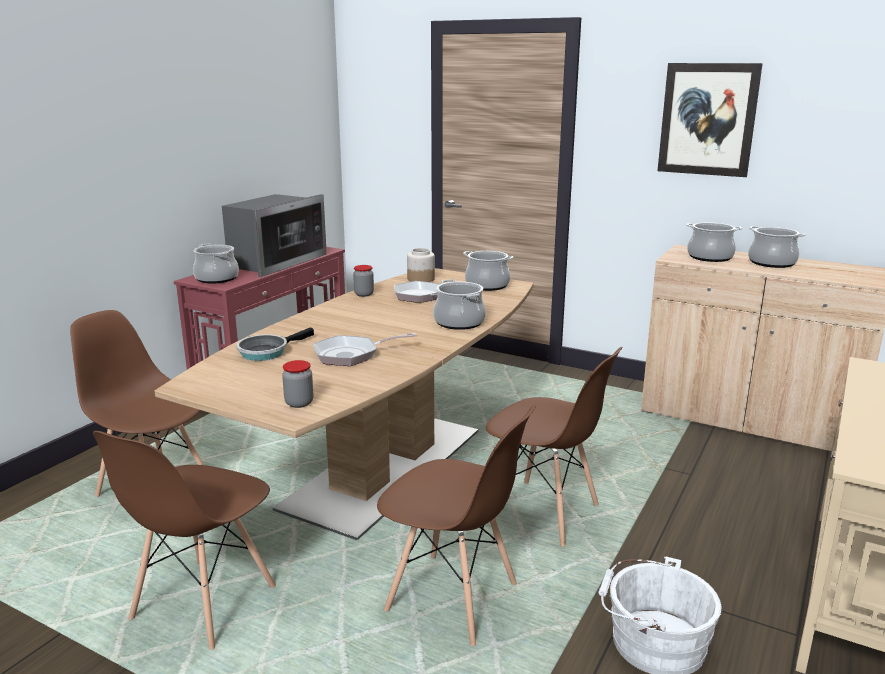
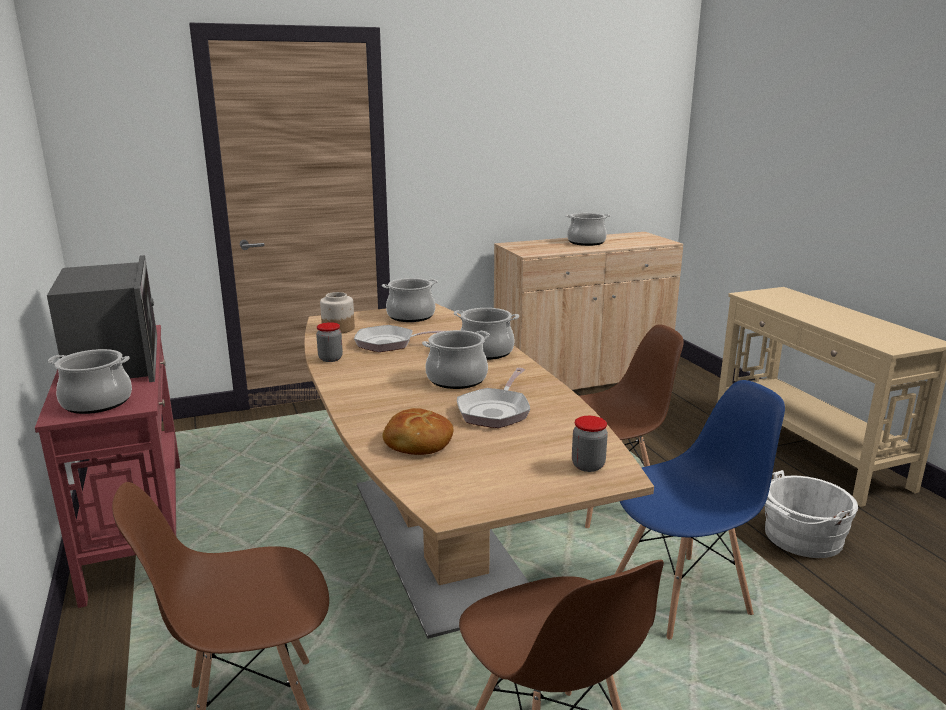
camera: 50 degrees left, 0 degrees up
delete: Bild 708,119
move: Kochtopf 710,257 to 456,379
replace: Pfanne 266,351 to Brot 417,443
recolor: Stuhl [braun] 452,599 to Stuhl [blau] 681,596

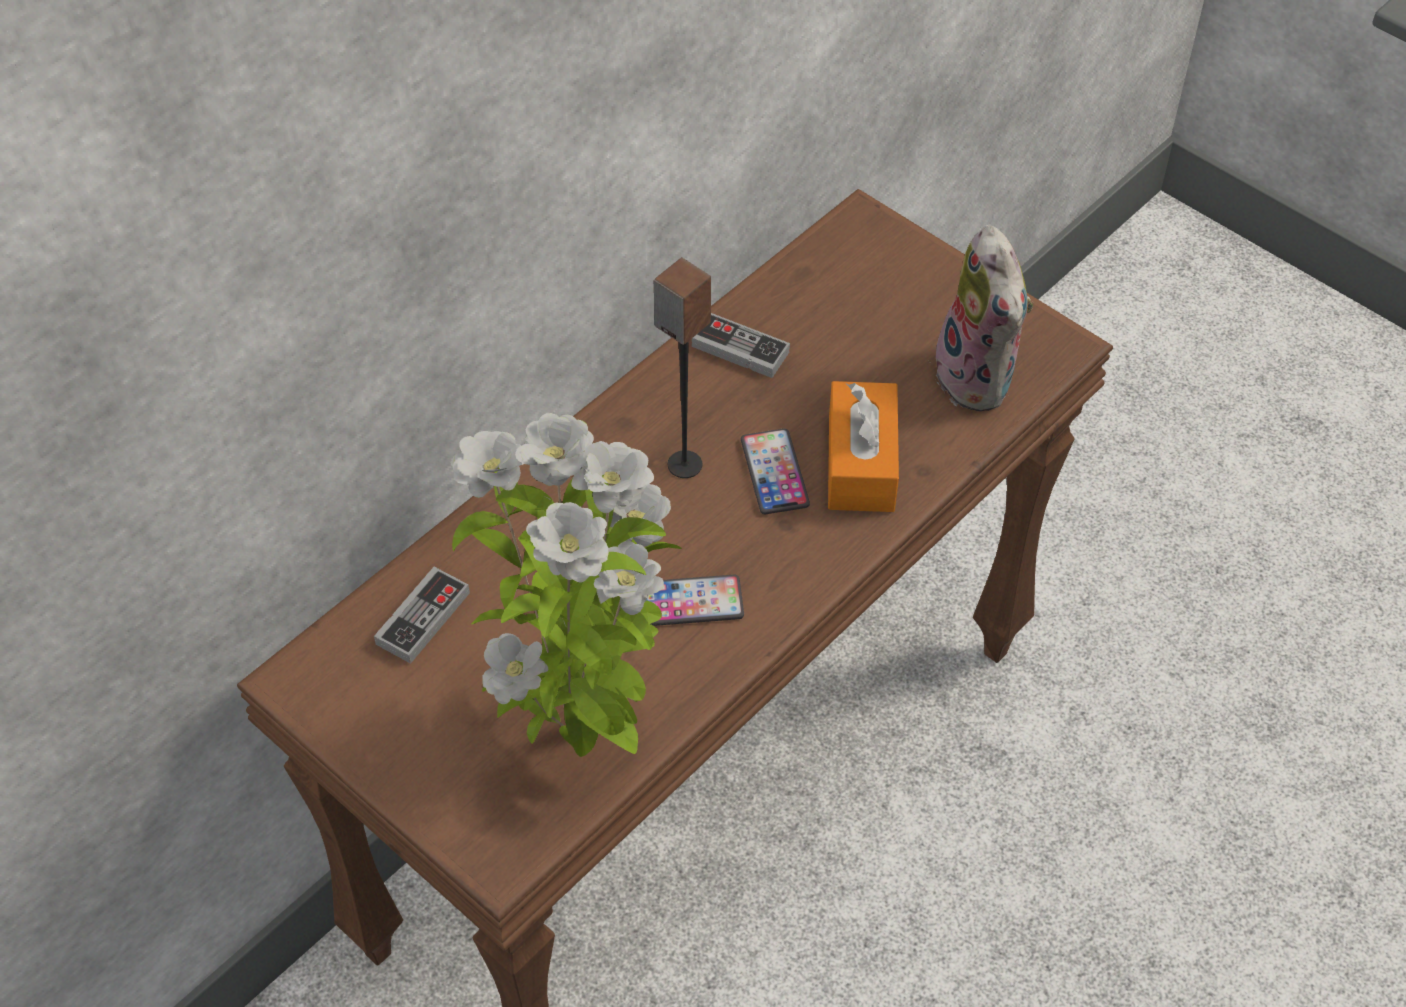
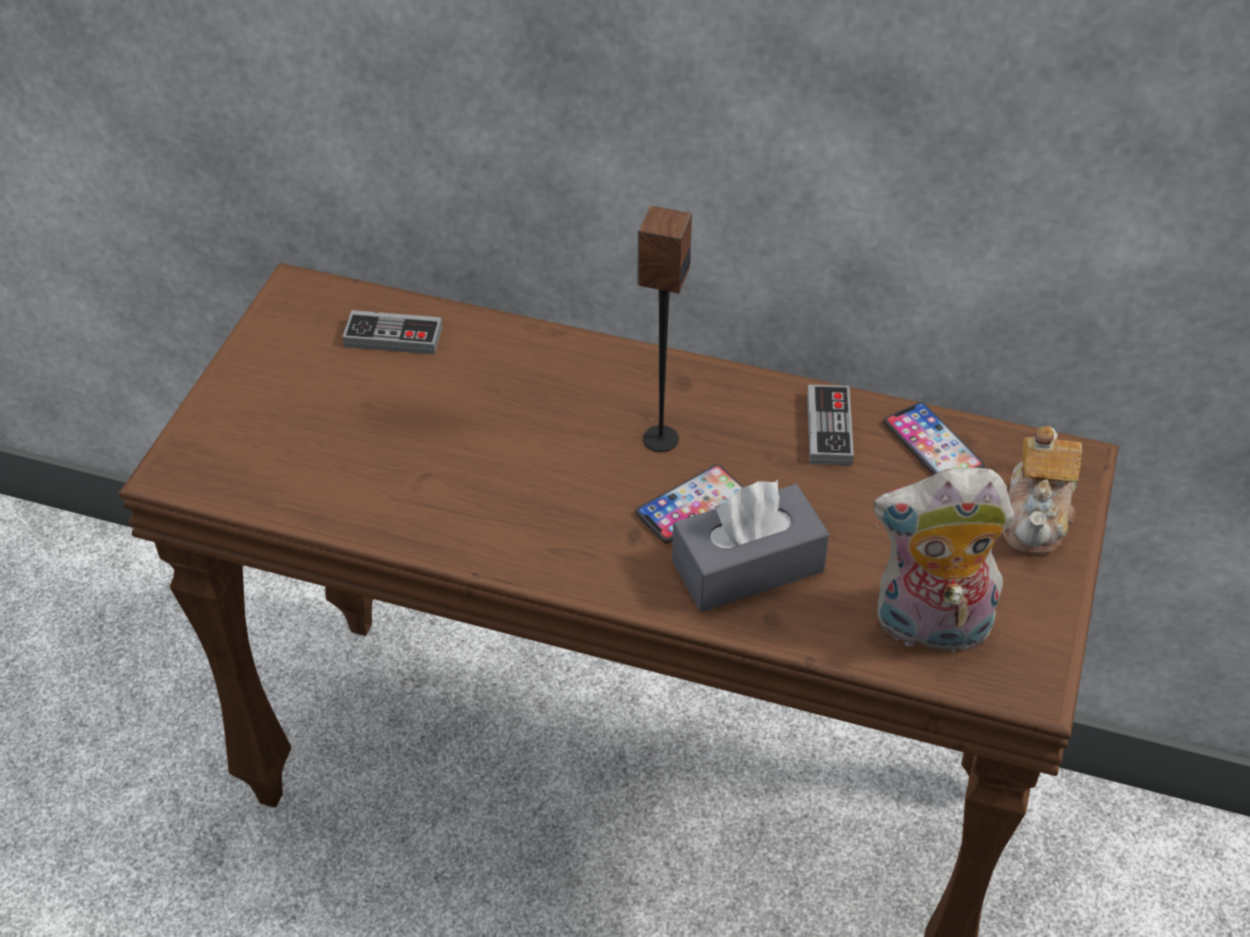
camera: 65 degrees right, 5 degrees down
delete: Topfpflanze 579,733
insert: Teekanne 1037,516
move: Handy 689,602 to 932,445
recolor: Taschentuchbox [orange] 861,463 to Taschentuchbox [grau] 747,566
rotate: Plüschtier 981,378 = 929,628 45 degrees clockwise

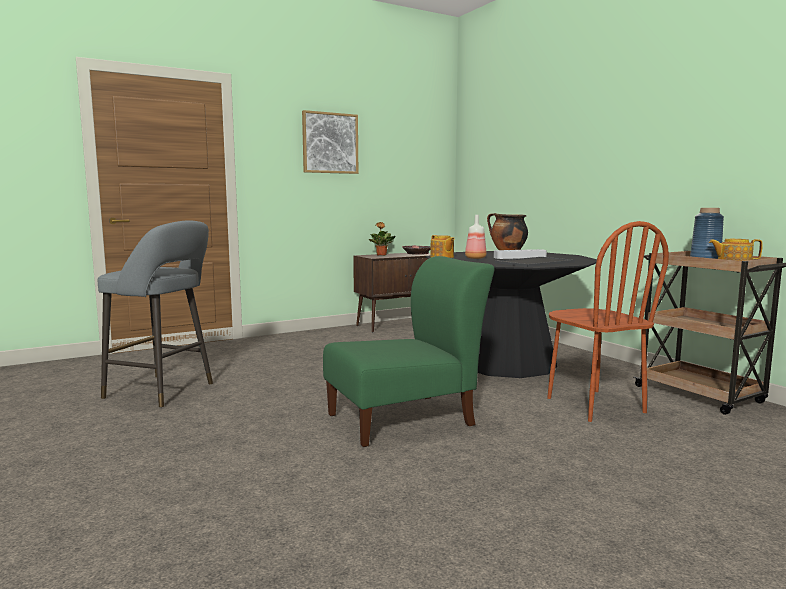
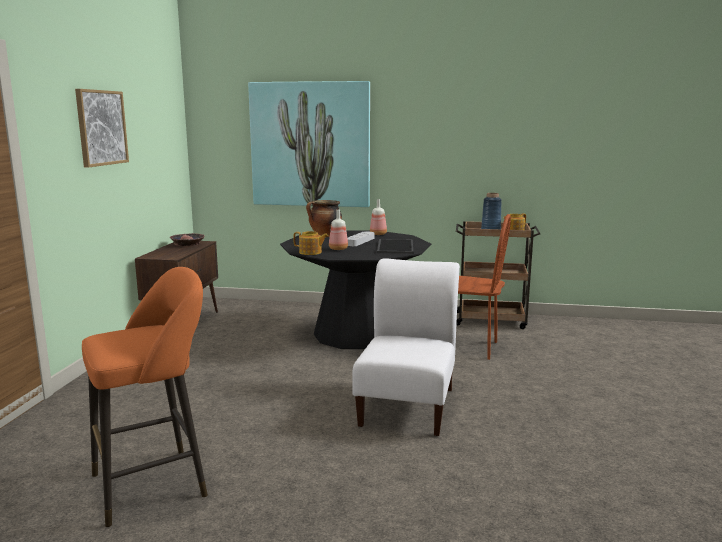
camera: 50 degrees left, 5 degrees up
delete: Topfpflanze 381,255
insert: Bild 310,144; Flasche 378,234
recolor: Hocker [grau] 164,391 to Hocker [orange] 156,483; Stuhl [grün] 406,419 to Stuhl [weiß] 408,404

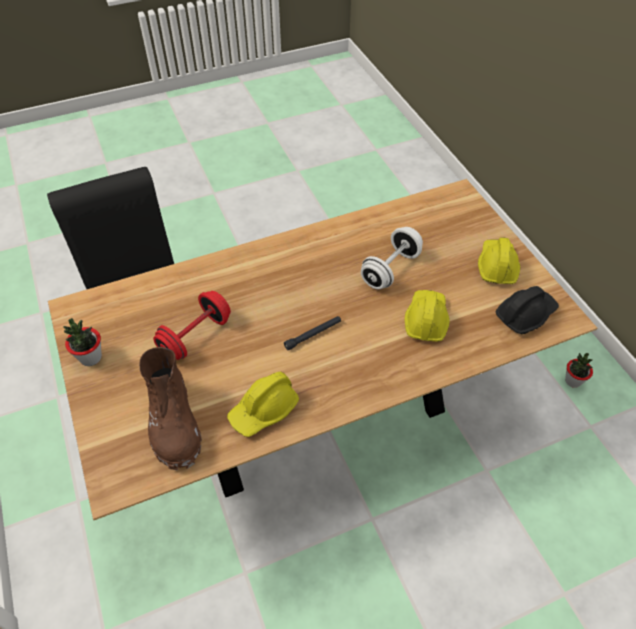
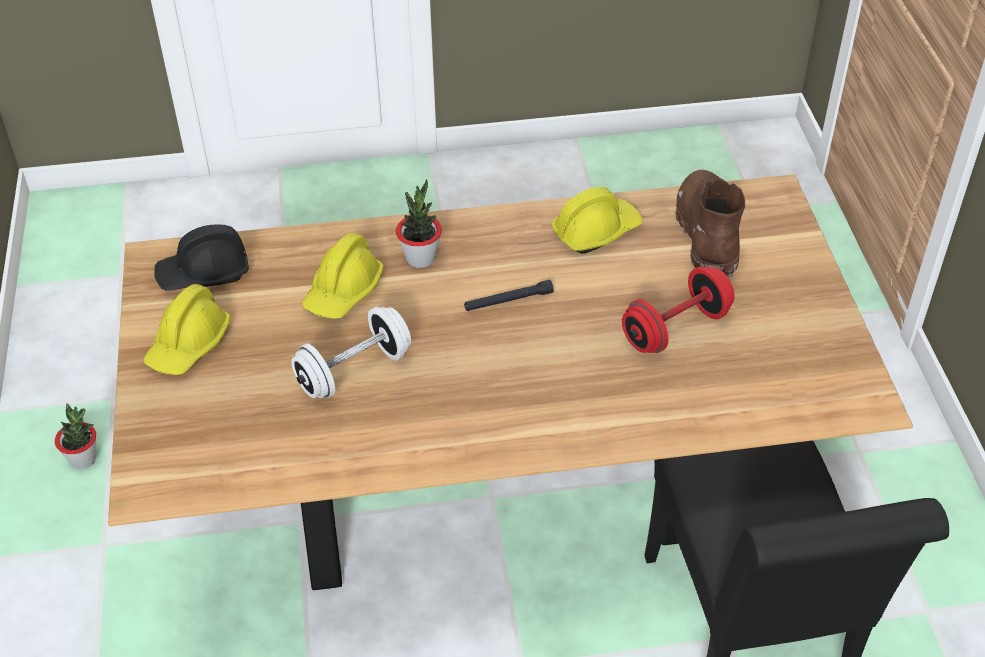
camera: 165 degrees left, 5 degrees down
move: Topfpflanze 91,358 to 420,258

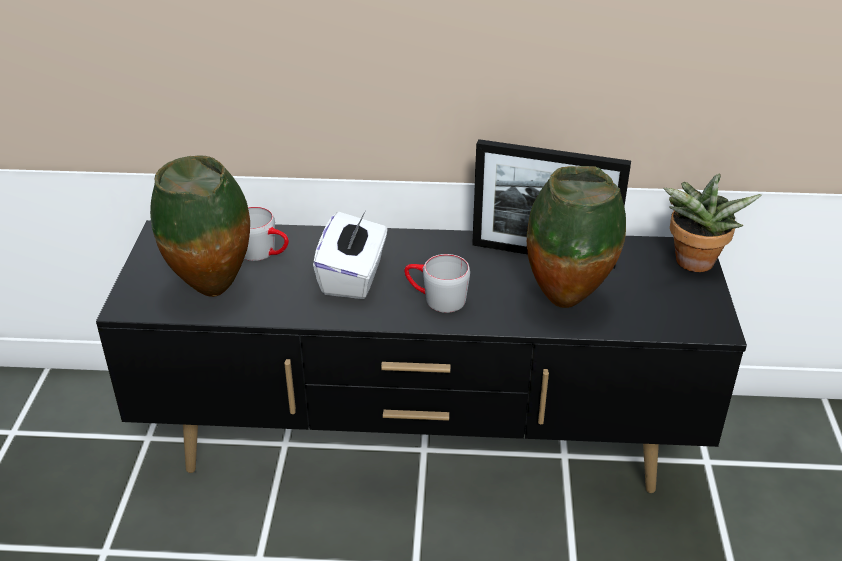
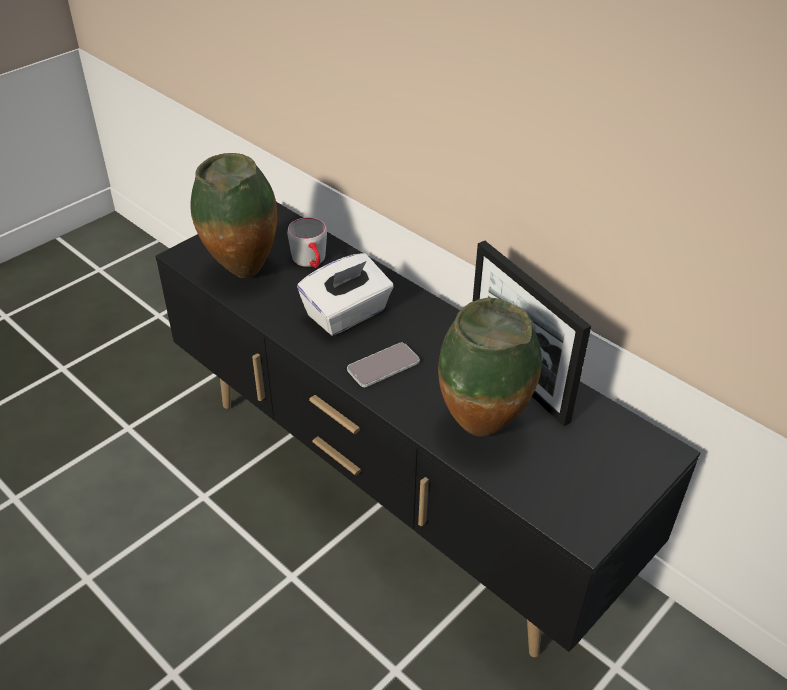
camera: 40 degrees right, 5 degrees up
delete: Topfpflanze 693,265
replace: Henkelbecher [grau] 436,299 to Handy 383,366

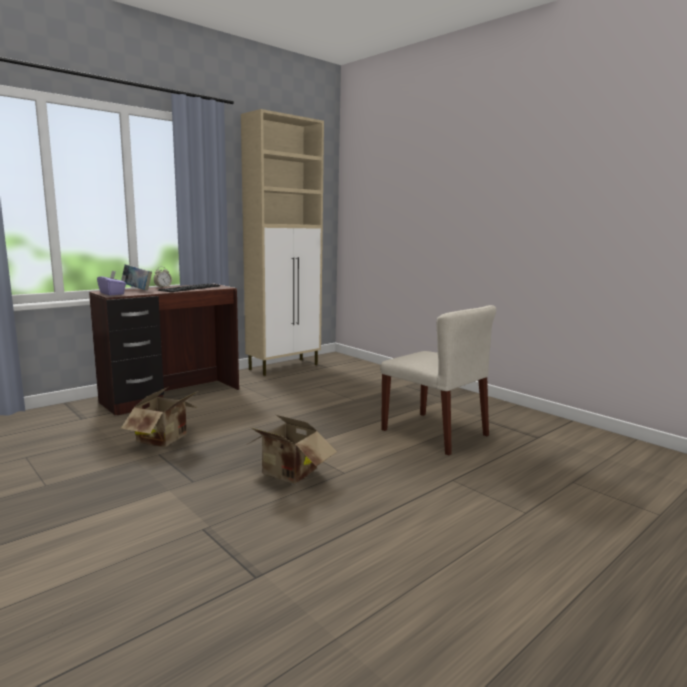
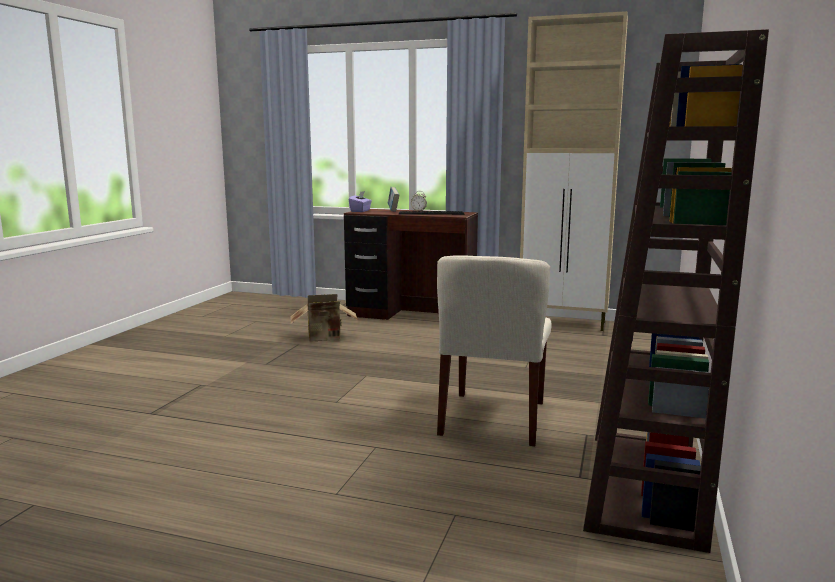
camera: 60 degrees right, 0 degrees up
delete: Karton 288,475
insert: Bücherregal [braun] 645,487

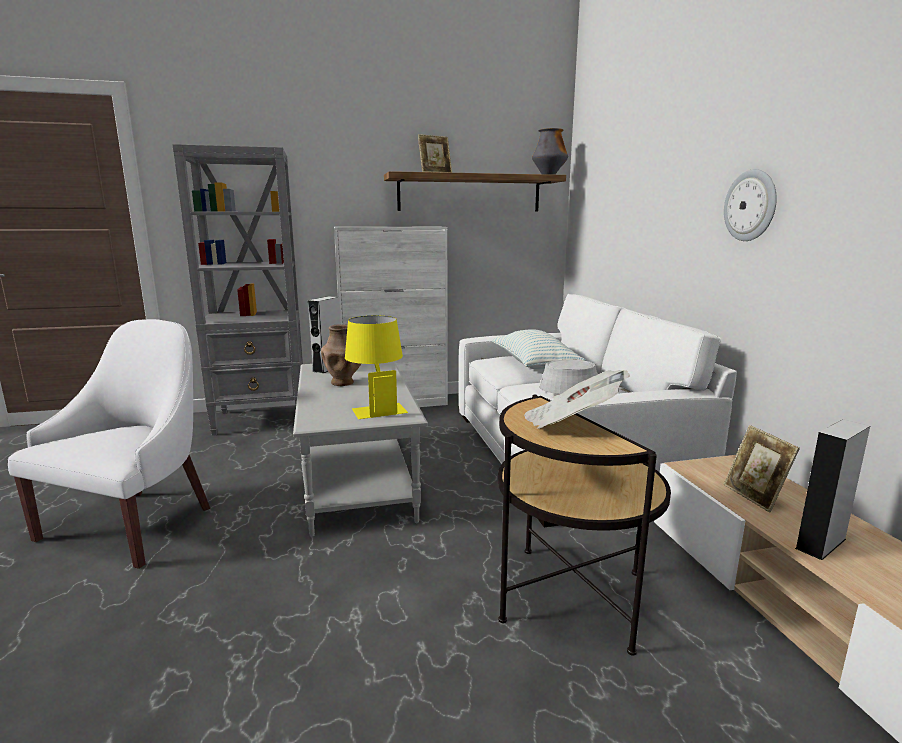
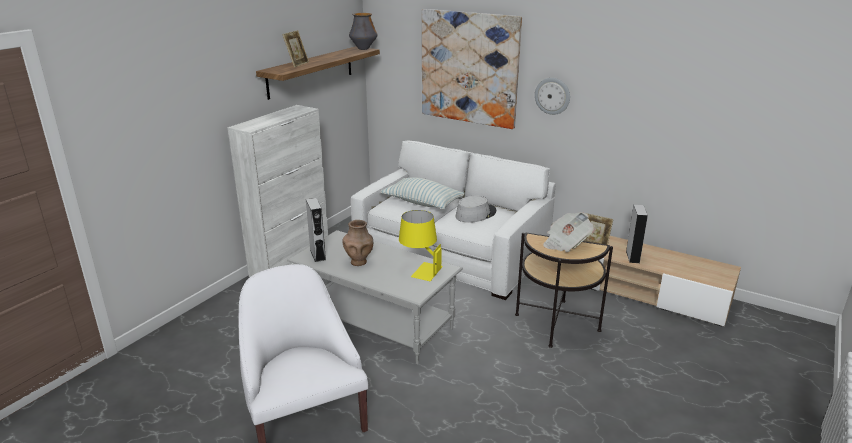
camera: 45 degrees left, 10 degrees up
delete: Bücherregal [grau] 262,420
insert: Bild 469,68

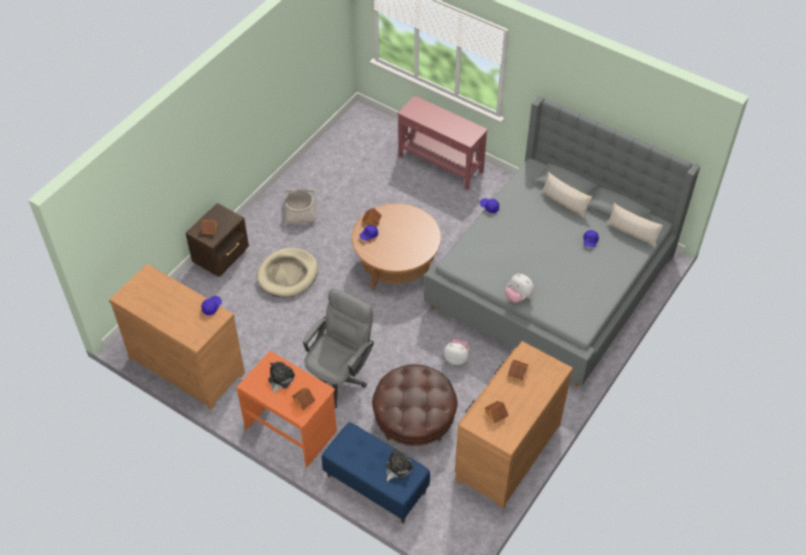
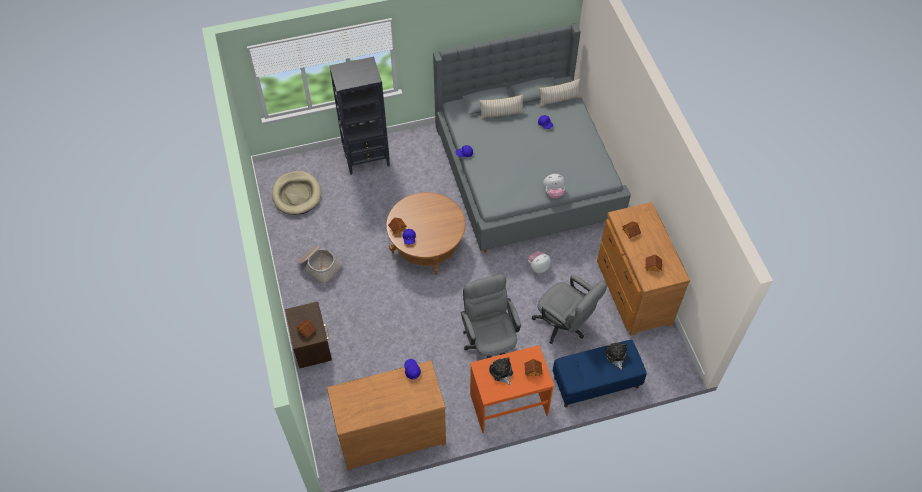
camera: 50 degrees left, 5 degrees up
move: Hundebett [beige] 288,274 to 297,194
replace: Polsterhocker [braun] 414,419 to Bürostuhl [grau] 564,325; Konsolentisch [rot] 440,164 to Bücherregal [schwarz] 367,158

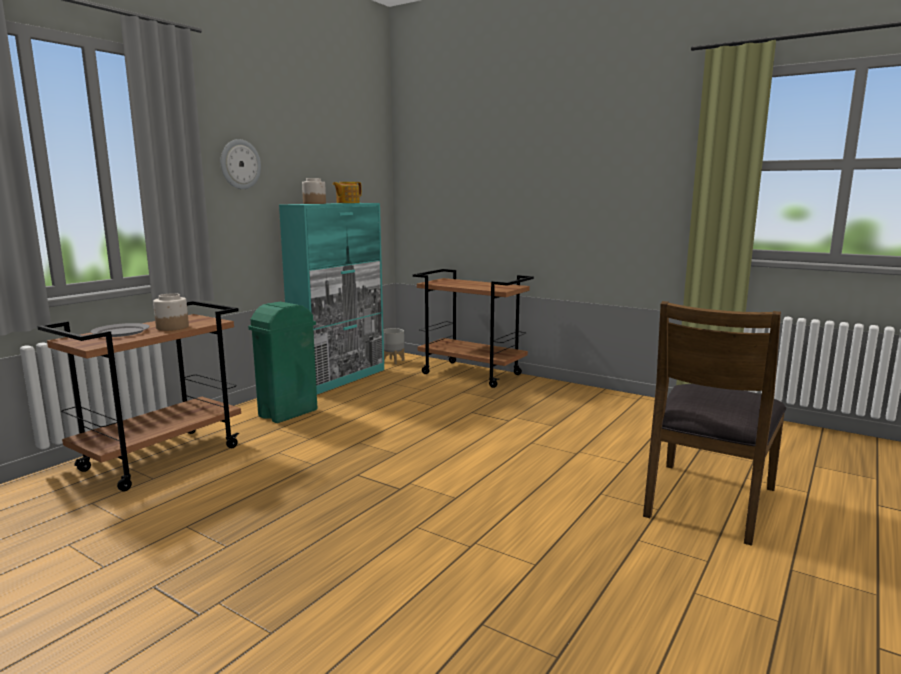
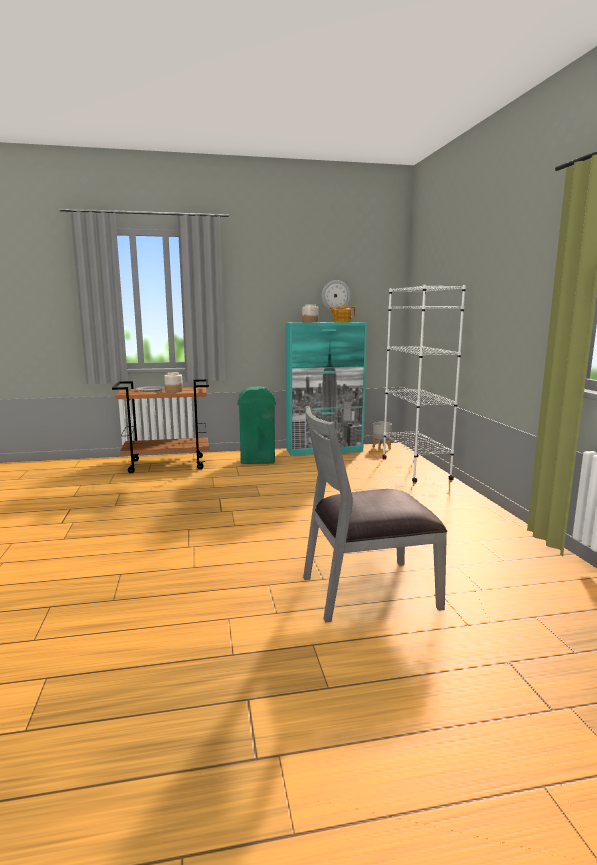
camera: 45 degrees right, 0 degrees up
move: Wanduhr 240,164 to 336,296
replace: Rollwagen [braun] 472,374 to Bücherregal [weiß] 415,468
recolor: Stuhl [braun] 707,501 to Stuhl [grau] 367,591

